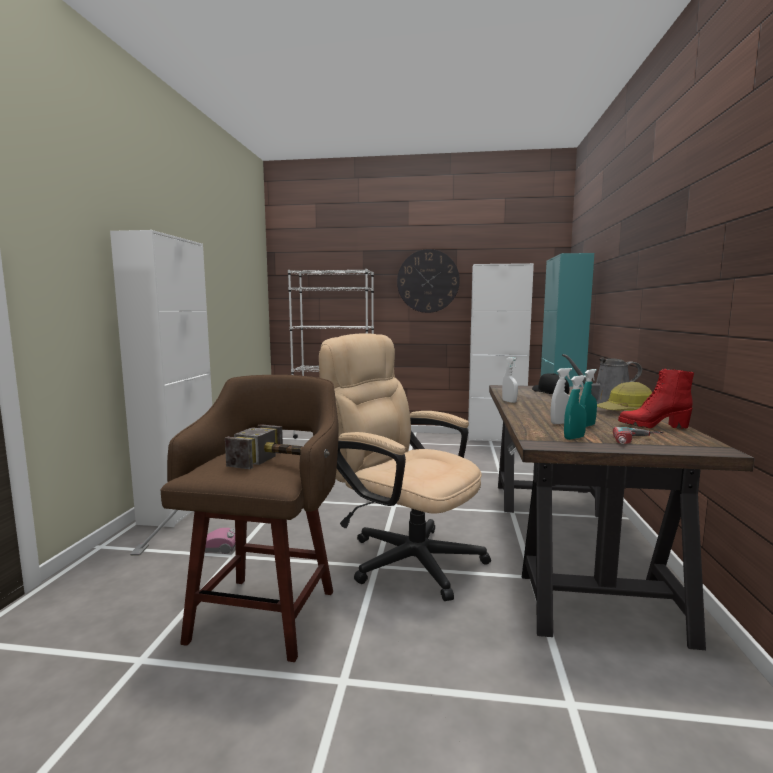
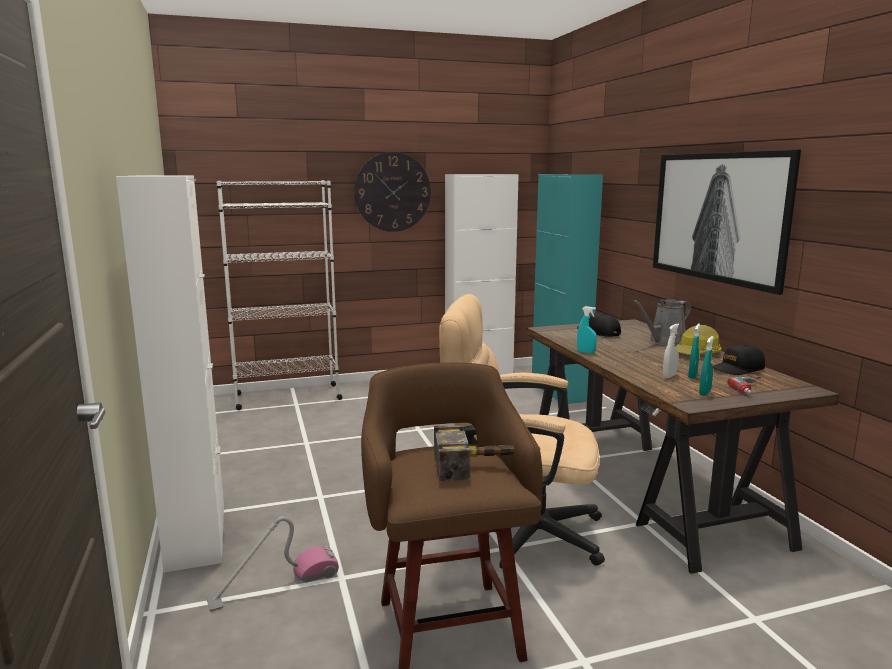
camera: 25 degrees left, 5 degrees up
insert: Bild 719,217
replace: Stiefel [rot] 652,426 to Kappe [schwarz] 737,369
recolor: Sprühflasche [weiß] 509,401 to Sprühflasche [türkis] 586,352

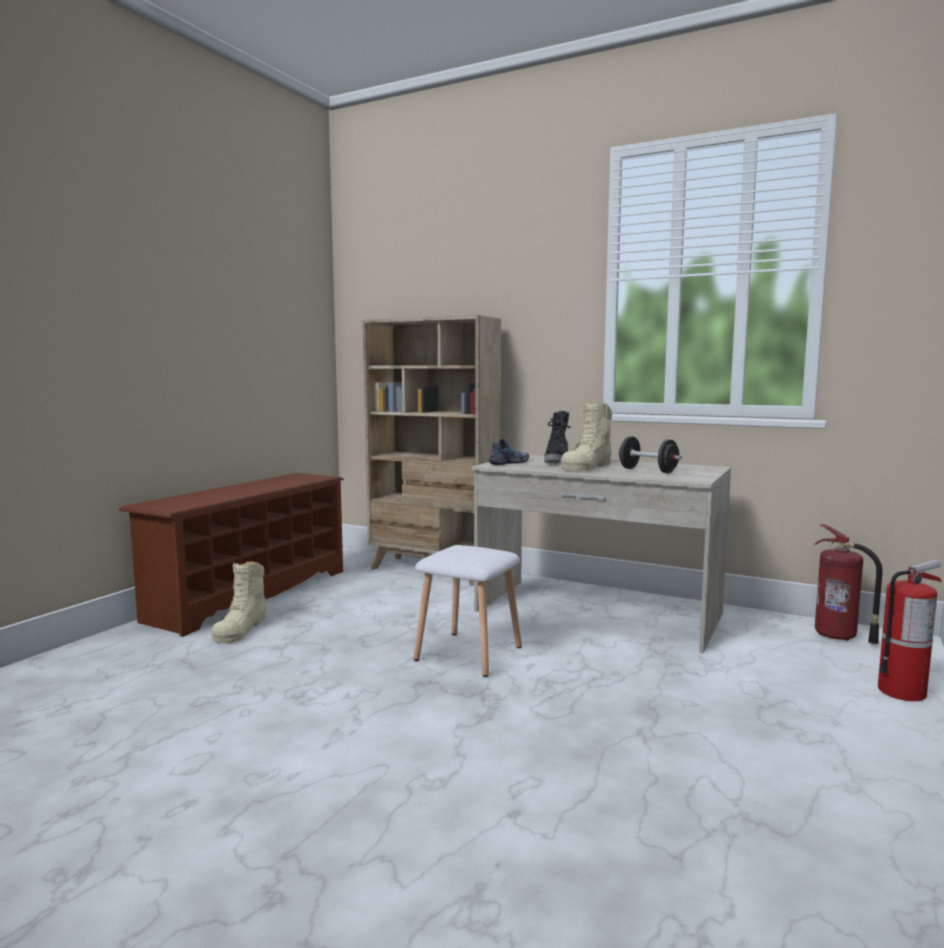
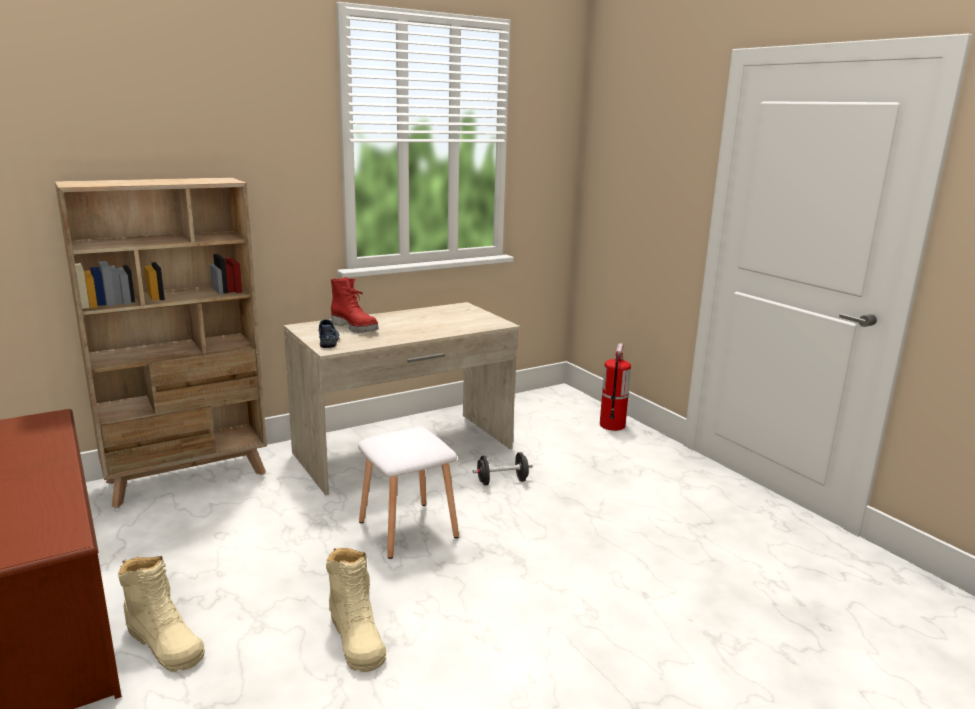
camera: 60 degrees left, 10 degrees up
delete: Feuerlöscher 838,637
move: Stiefel [beige] 587,466 to 356,637; Hantel [schwarz] 648,470 to 502,481
recolor: Stiefel [schwarz] 558,461 to Stiefel [rot] 355,328

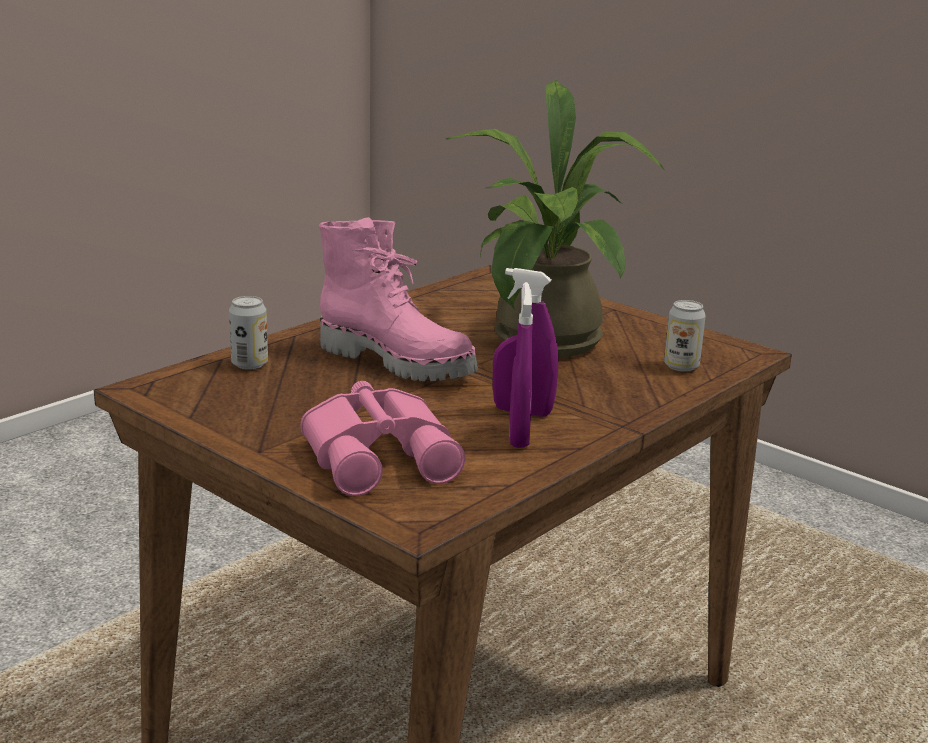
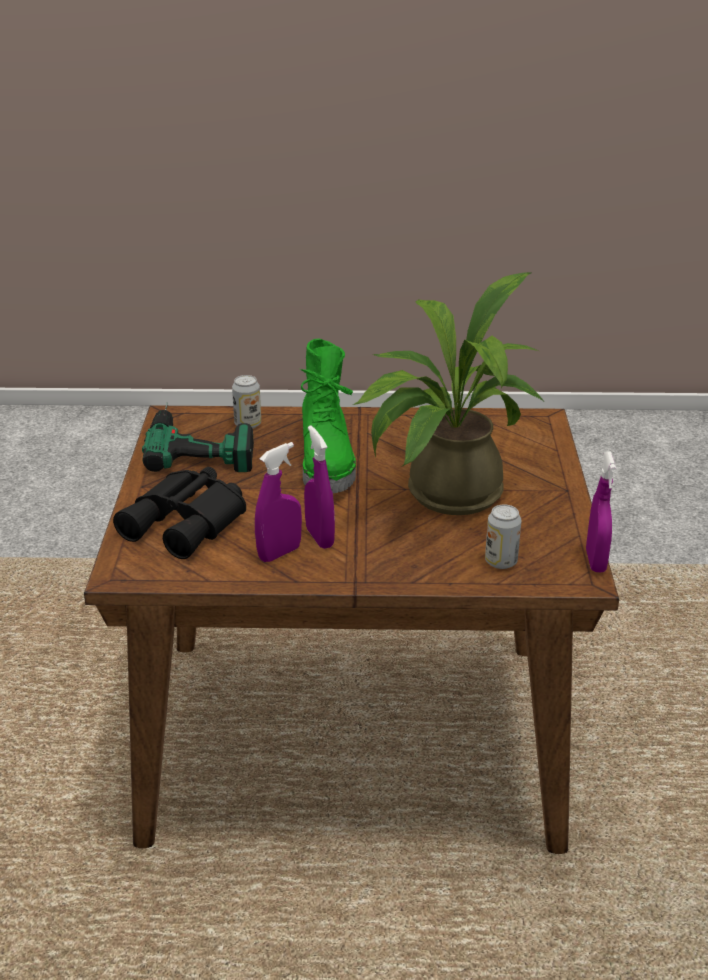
camera: 50 degrees right, 10 degrees up
insert: Bohrmaschine 200,442; Sprühflasche [lila] 595,561
recolor: Fernglas [rosa] 382,455 to Fernglas [schwarz] 188,522; Stiefel [rosa] 398,361 to Stiefel [grün] 328,463

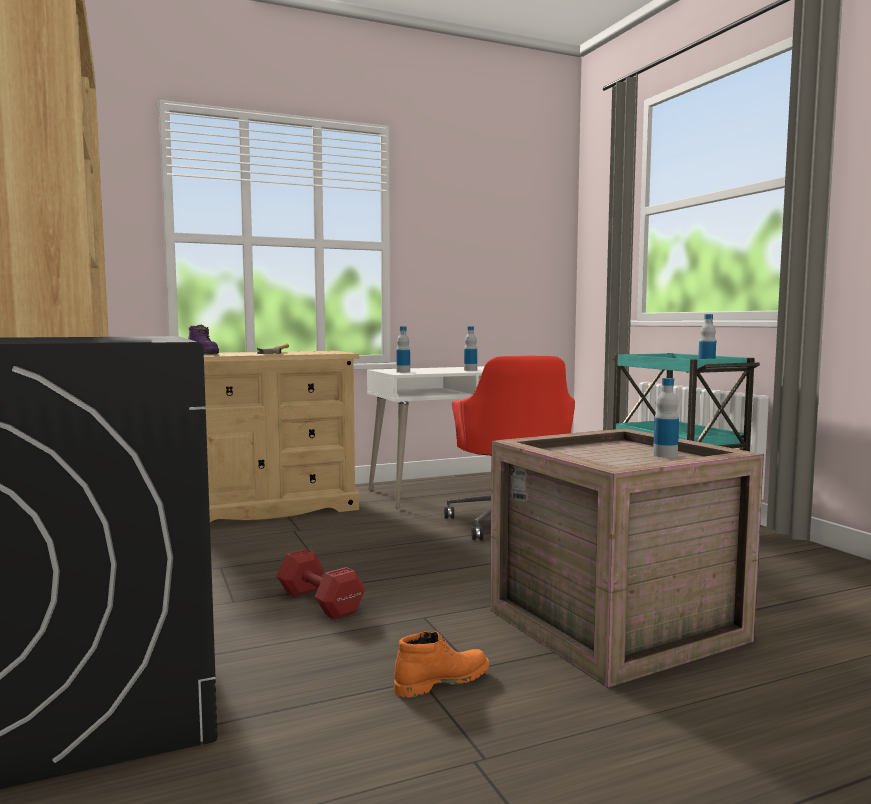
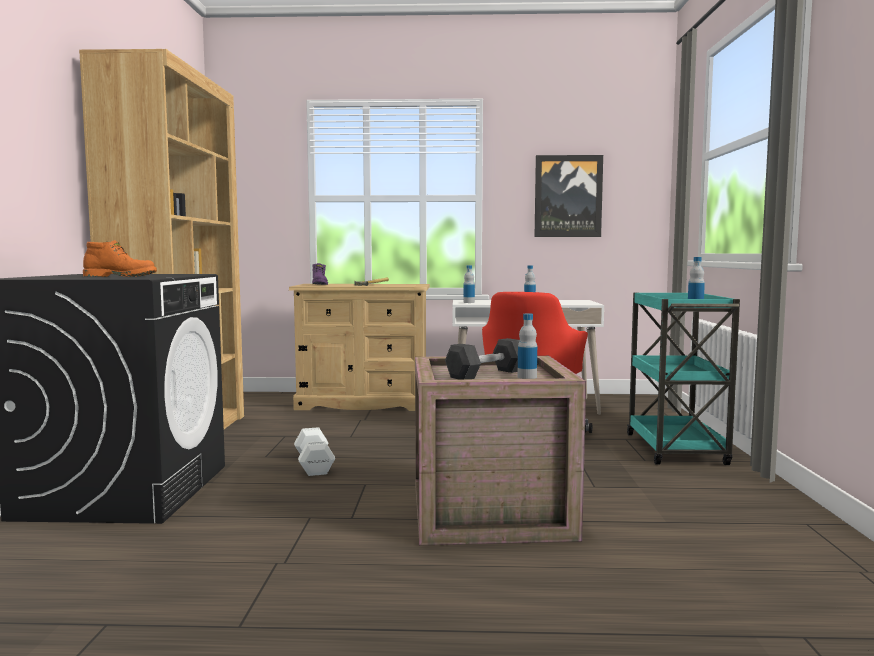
camera: 25 degrees right, 0 degrees up
insert: Hantel [schwarz] 486,374; Bild 568,196
move: Stiefel [orange] 441,681 to 121,277
recolor: Hantel [rot] 319,601 to Hantel [weiß] 314,464

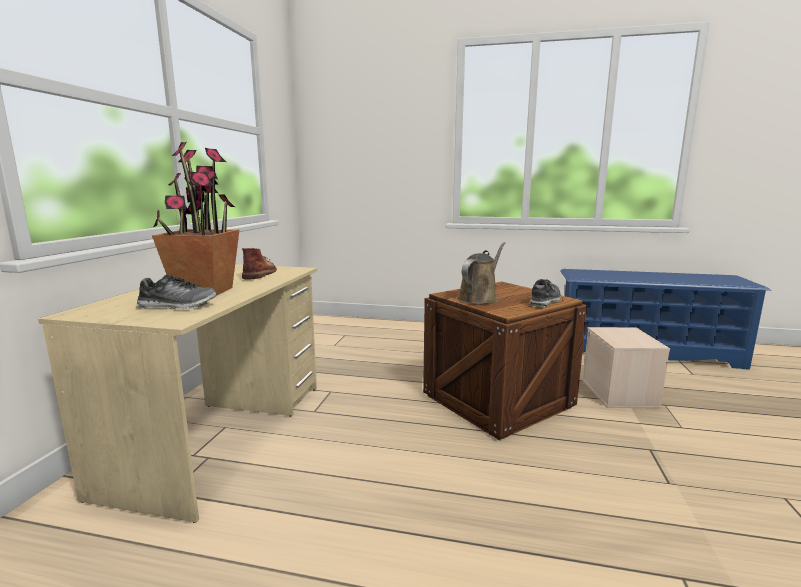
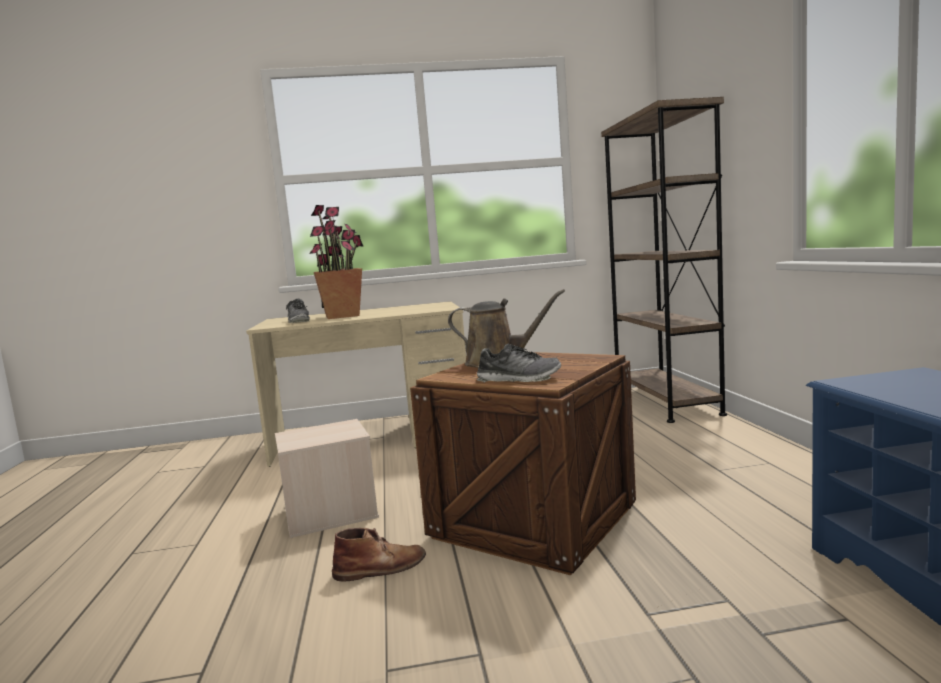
camera: 70 degrees right, 5 degrees down
insert: Bücherregal [braun] 665,402
move: Stiefel [braun] 260,274 to 381,568; Aufbewahrungsbox [beige] 620,393 to 329,514

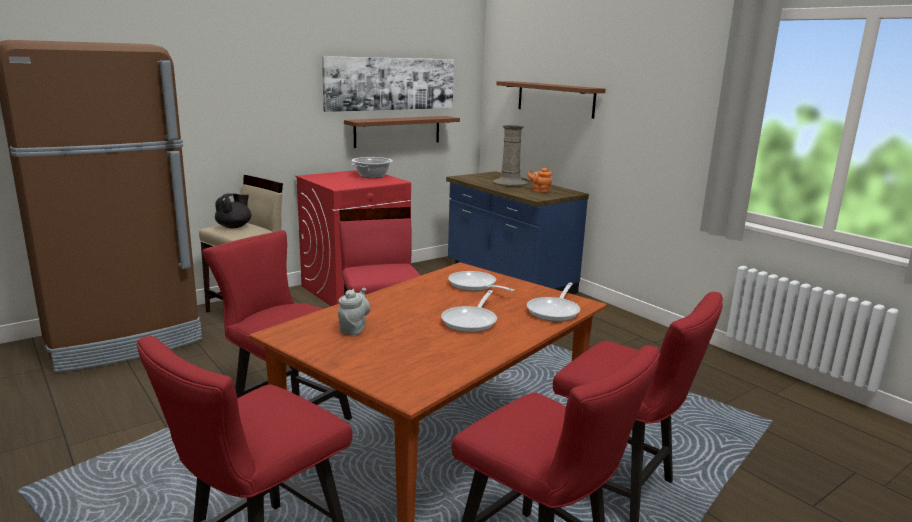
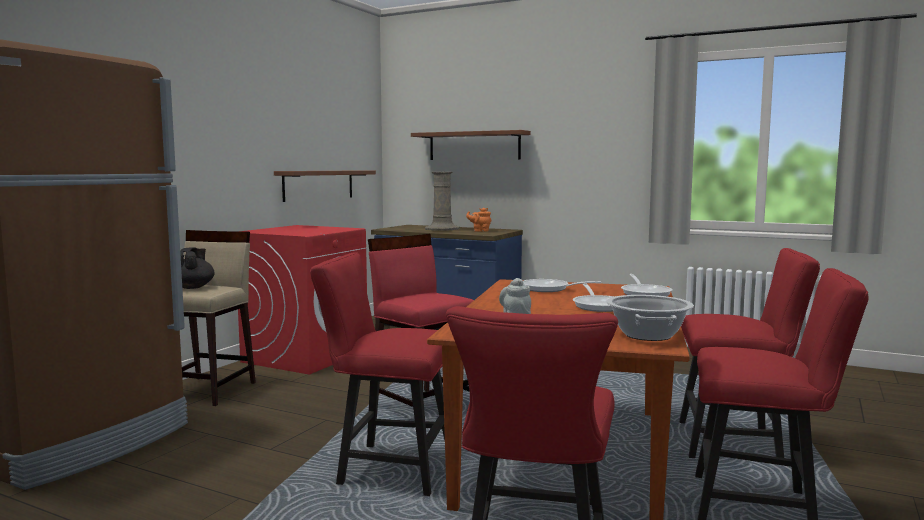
camera: 25 degrees left, 10 degrees down
delete: Bild 391,84
move: Kochtopf 372,176 to 648,335

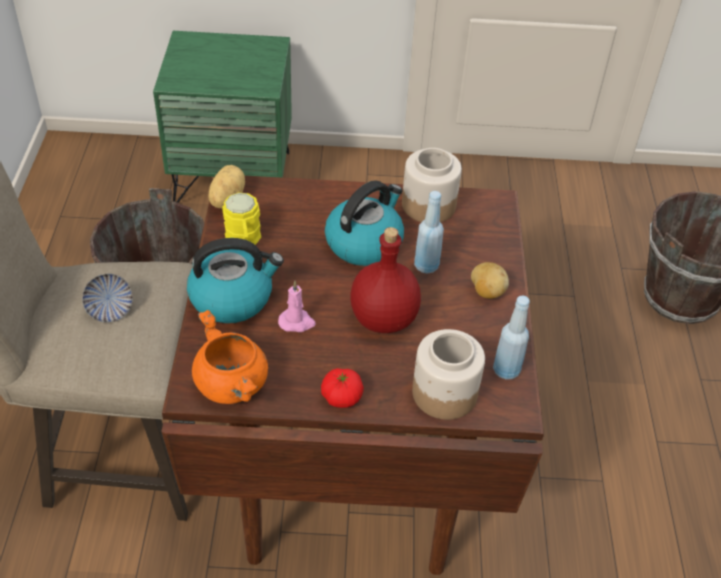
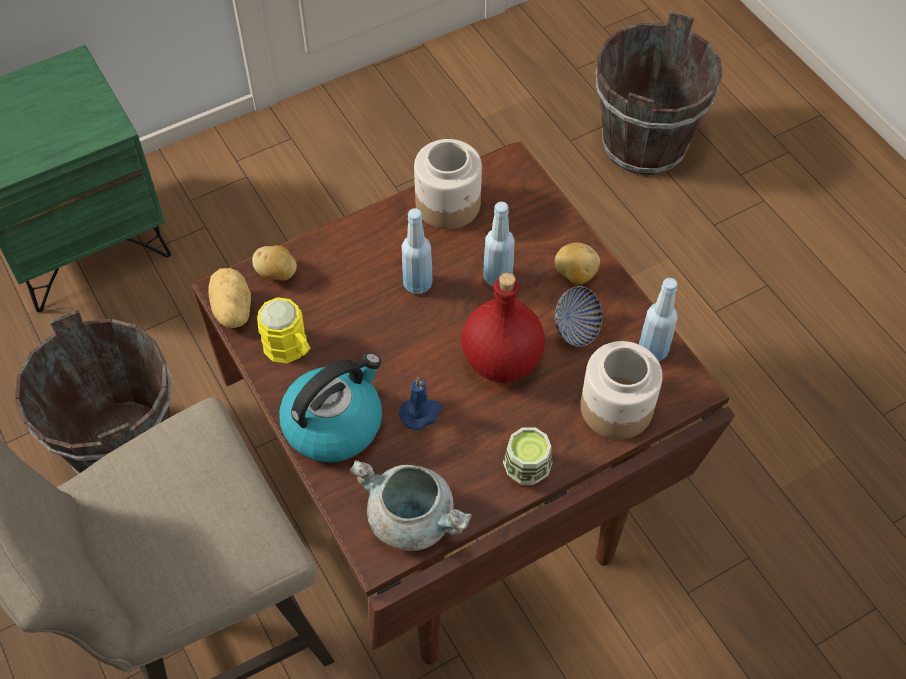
camera: 30 degrees left, 10 degrees up
insert: Kartoffel 277,274
move: Schüssel 110,310 to 576,329
replace: Tomate 341,397 to Tasse 526,469; Wasserkessel 364,242 to Flasche [blau] 417,283
recolor: Kochtopf [orange] 233,385 to Kochtopf [grau] 413,519; Kerze [rosa] 297,322 to Kerze [blau] 421,413

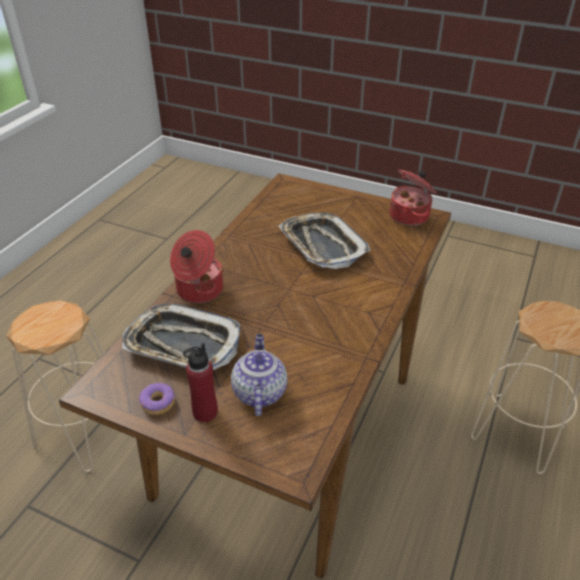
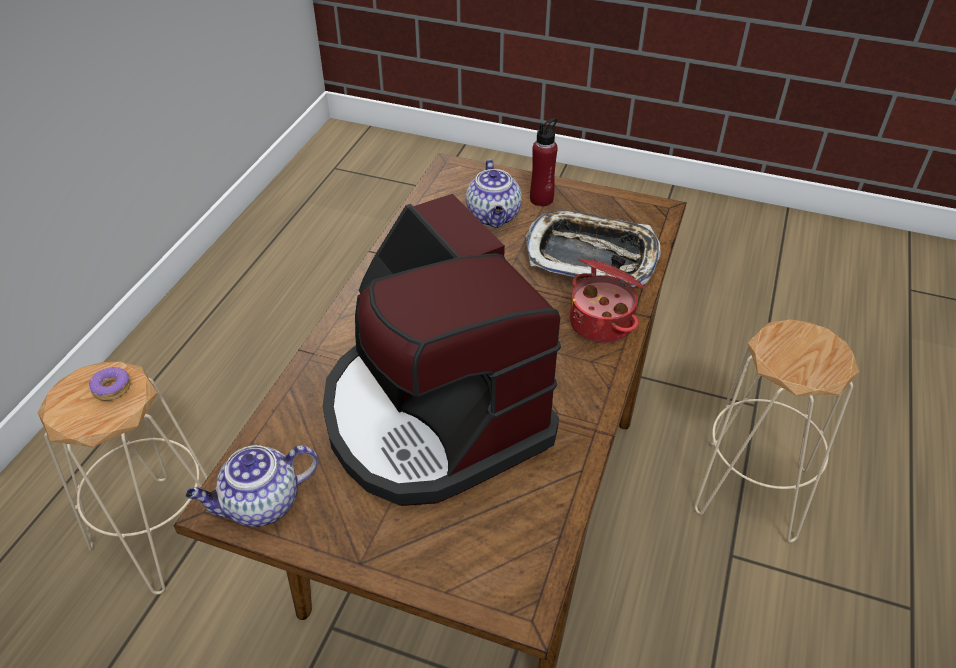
camera: 175 degrees right, 5 degrees up
move: Donut 158,403 to 111,388
replace: Tablett 322,245 to Kaffeemaschine 433,416; Kochtopf 410,216 to Teekanne 261,505

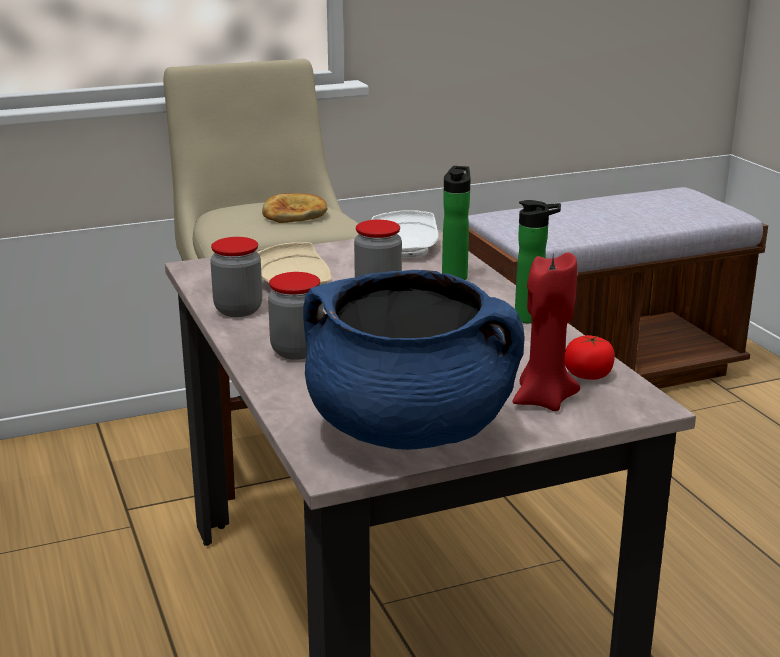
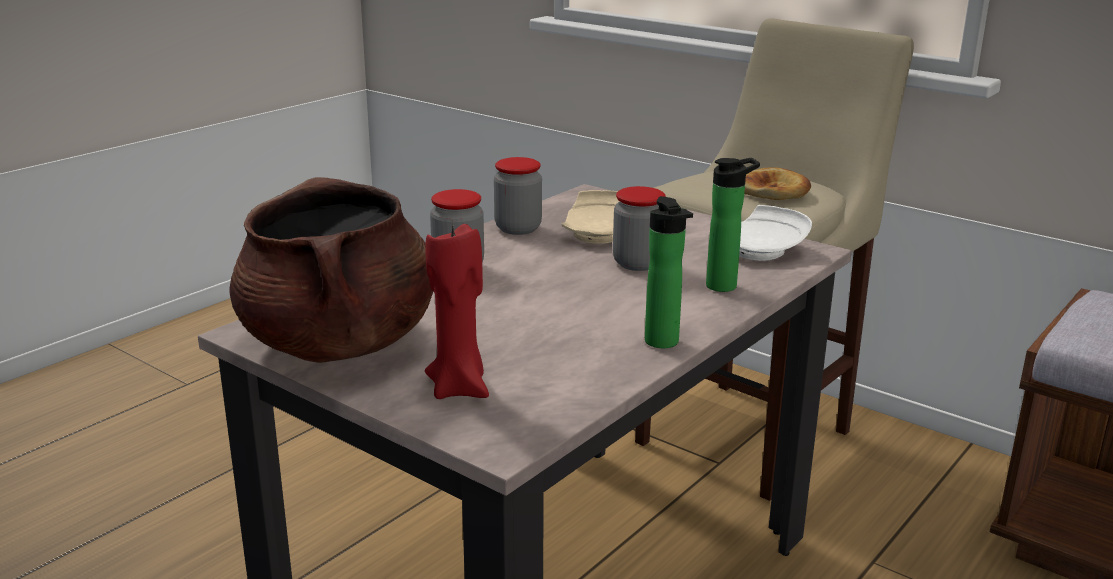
camera: 60 degrees right, 0 degrees up
delete: Tomate 588,374
recolor: Kochtopf [blau] 410,430 to Kochtopf [braun] 340,344

